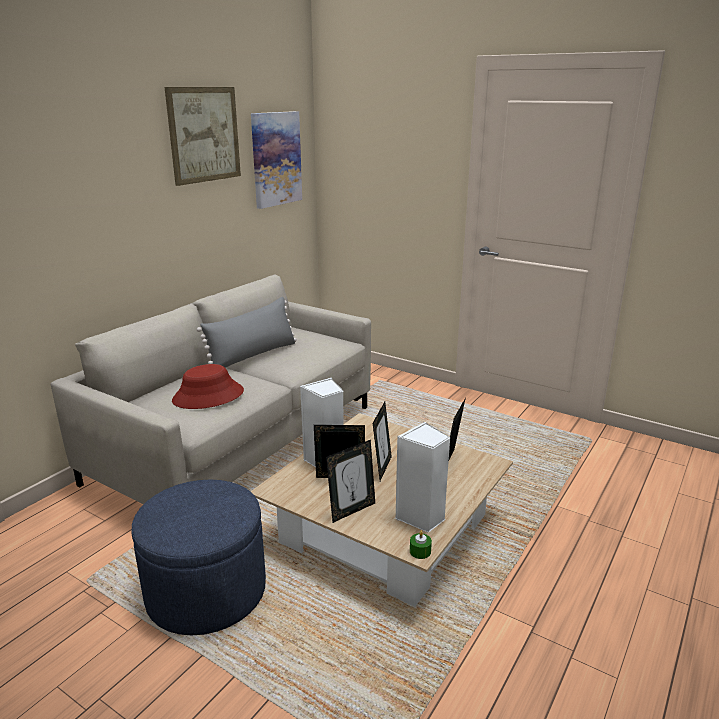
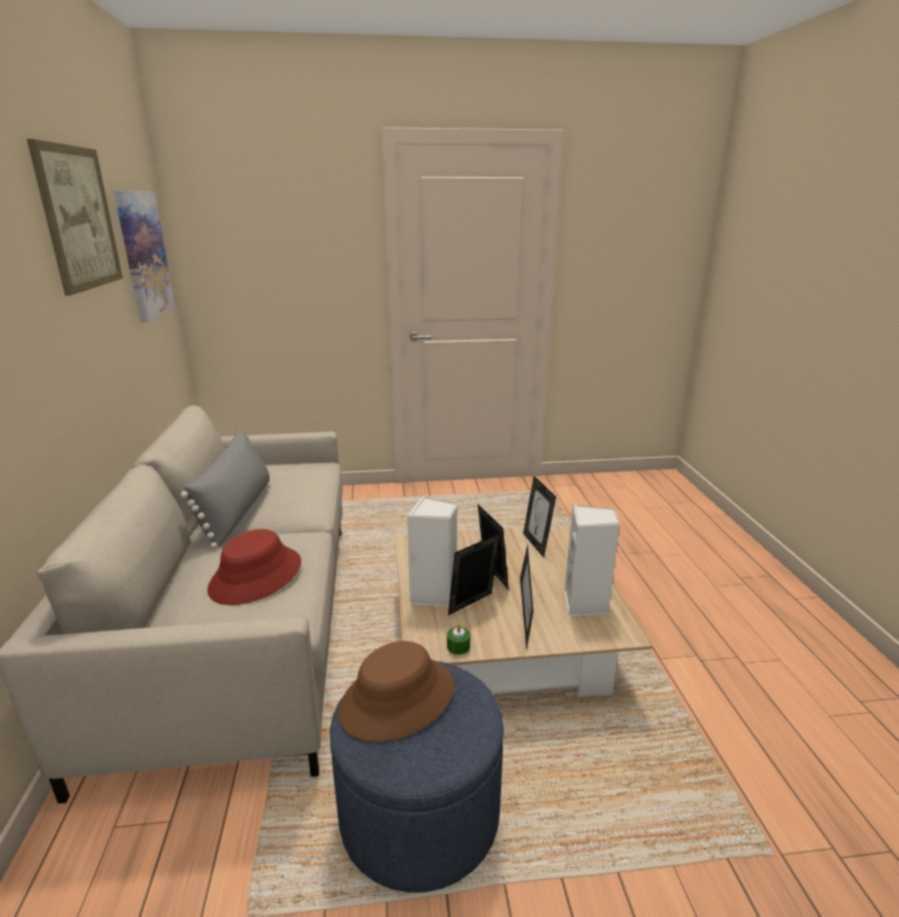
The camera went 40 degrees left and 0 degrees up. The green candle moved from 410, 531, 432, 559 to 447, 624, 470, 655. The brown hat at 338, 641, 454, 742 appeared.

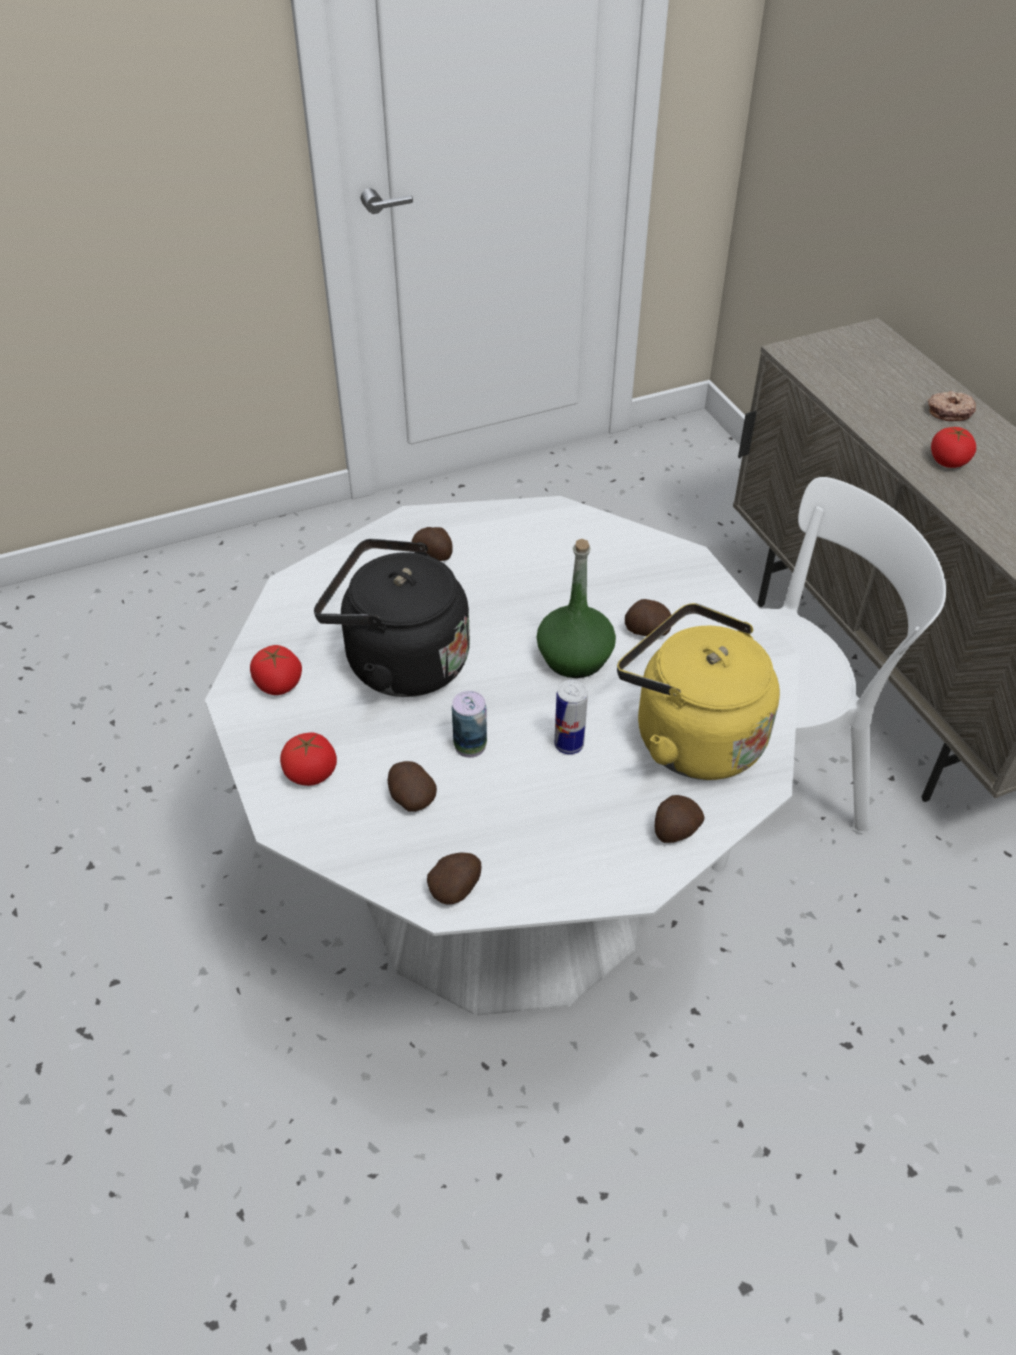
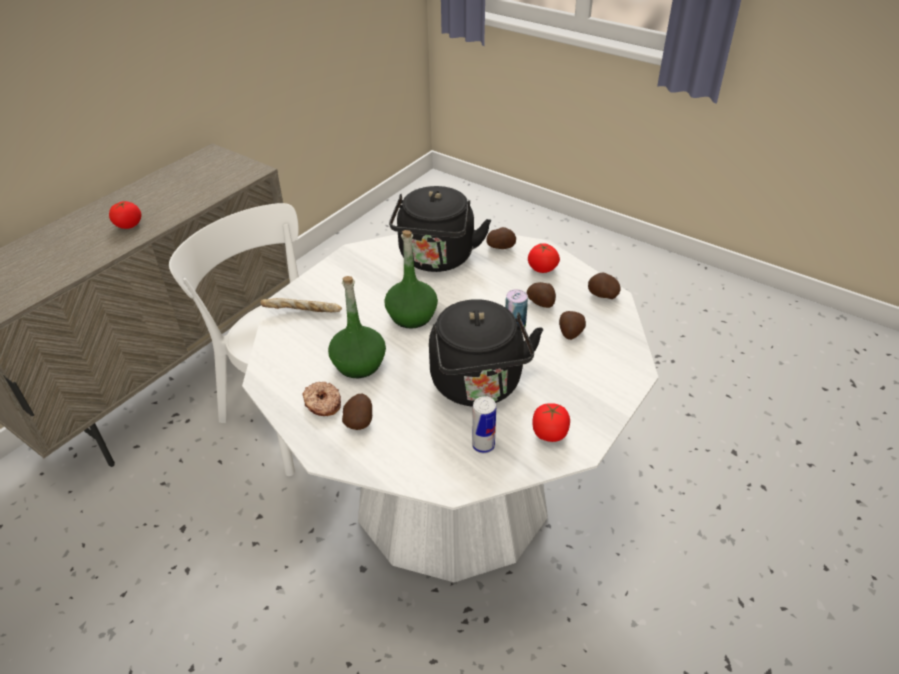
The camera went 120 degrees left and 5 degrees down. The donut moved from 928, 391, 976, 421 to 302, 381, 341, 416. The potato moved from 625, 599, 671, 636 to 527, 282, 556, 308. The yellow kettle at 617, 603, 780, 780 became the black kettle at 389, 186, 491, 272. The can moved from 554, 680, 588, 754 to 472, 396, 496, 454. The tomato moved from 280, 733, 337, 786 to 528, 243, 560, 273. The green bottle at 328, 276, 386, 378 appeared. The bread at 260, 298, 342, 312 appeared.

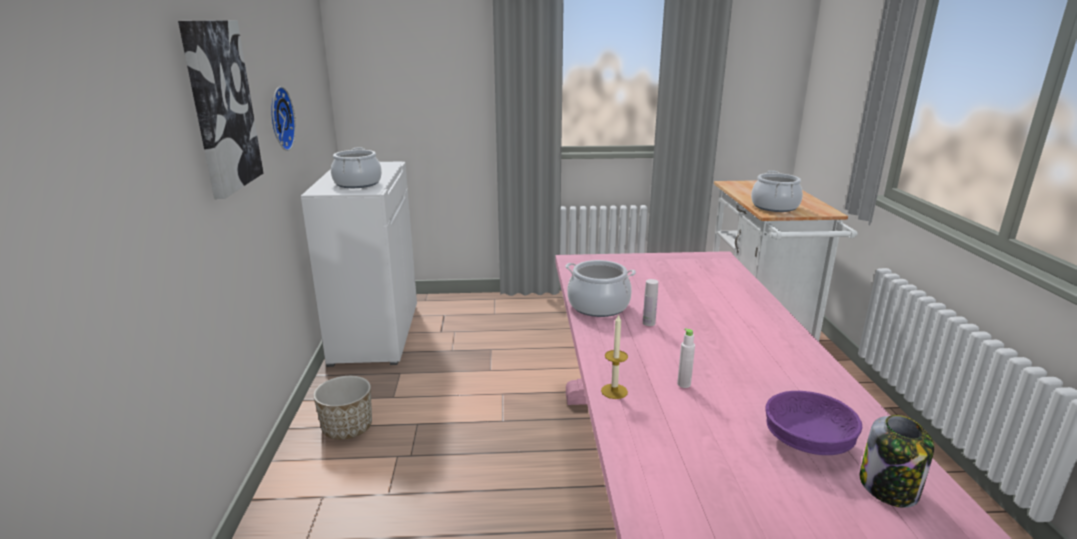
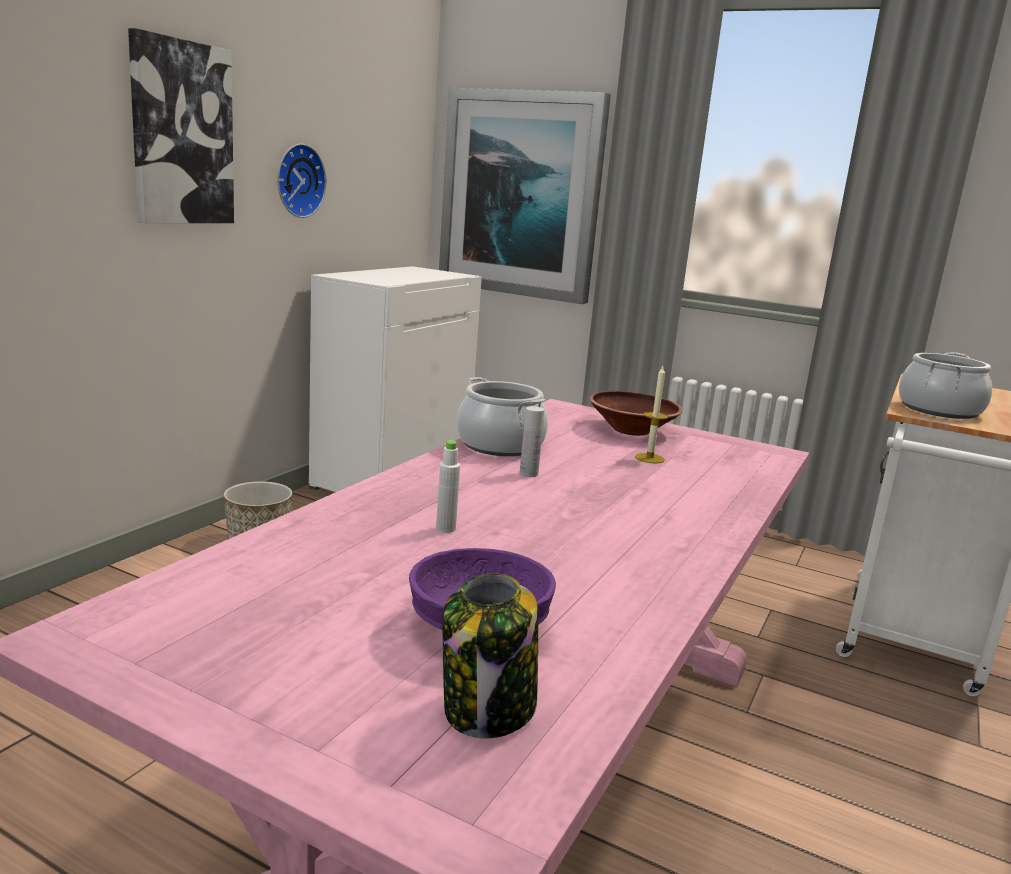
The camera went 30 degrees right and 5 degrees down. The cooking pot at 331, 147, 382, 188 disappeared. The candle moved from 601, 314, 628, 399 to 635, 366, 669, 463. The picture at 439, 88, 611, 304 appeared. The brown bowl at 589, 391, 683, 436 appeared.

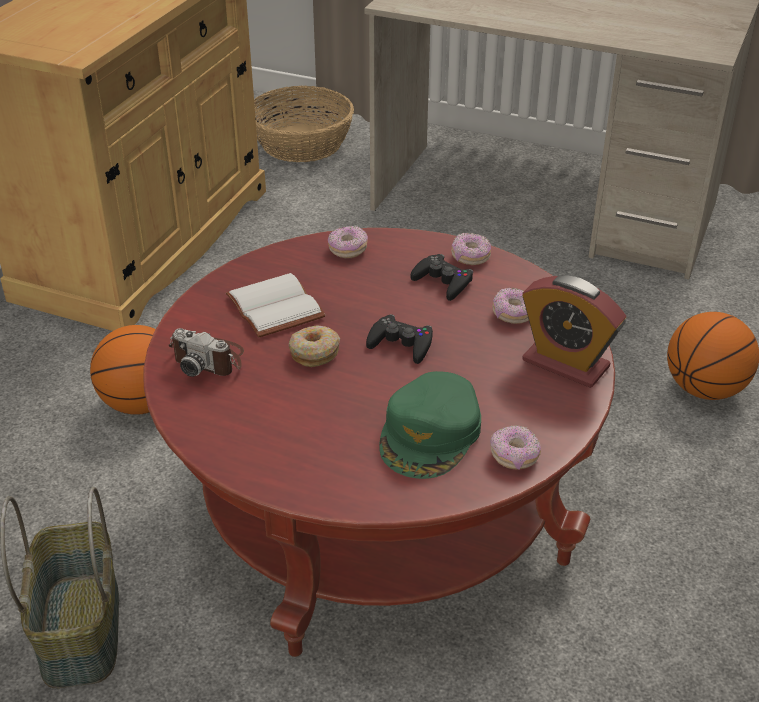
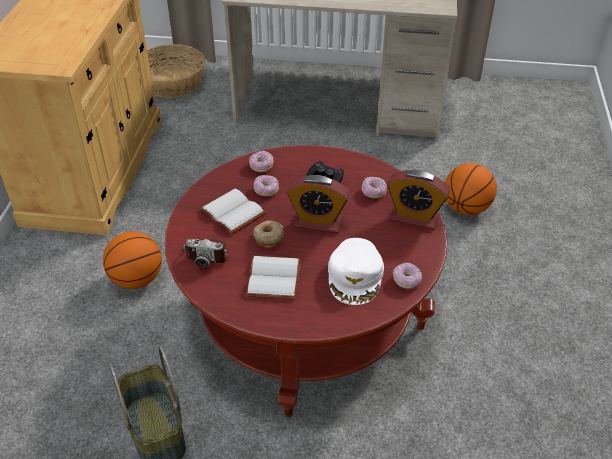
The camera went 15 degrees left and 5 degrees up. The donut moved from 451, 233, 491, 265 to 254, 175, 279, 196. The black game controller at 366, 314, 433, 364 was replaced by the alarm clock at 287, 175, 349, 234. The green cap at 379, 371, 481, 479 became the white cap at 328, 238, 384, 305. The white book at 246, 255, 301, 300 appeared.

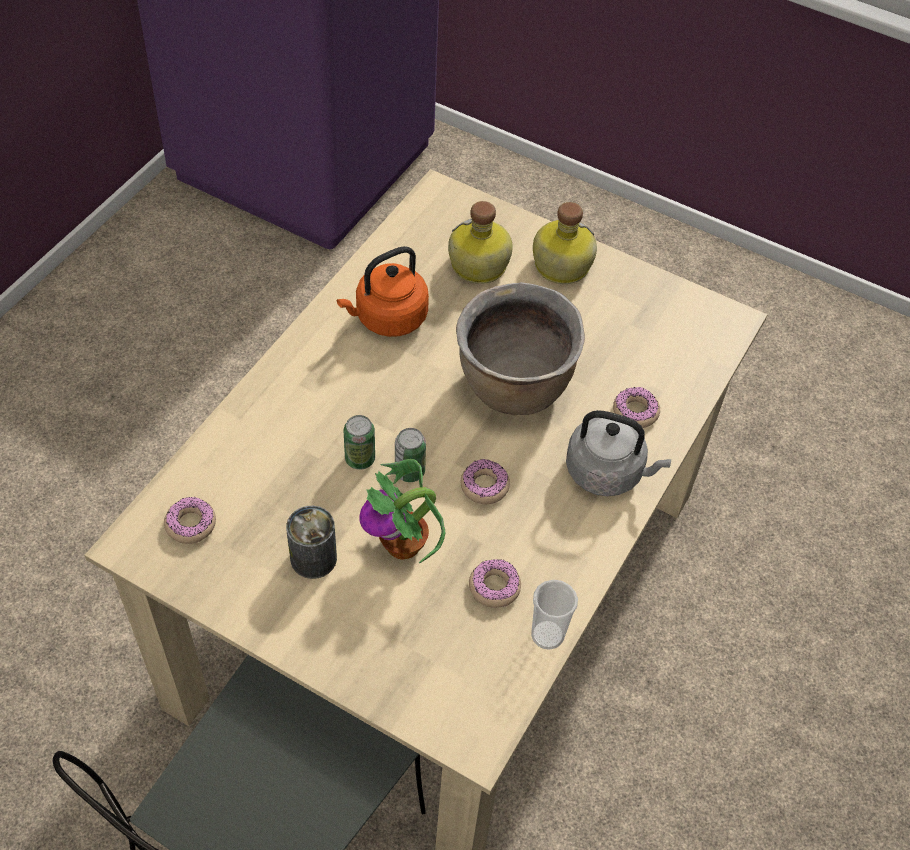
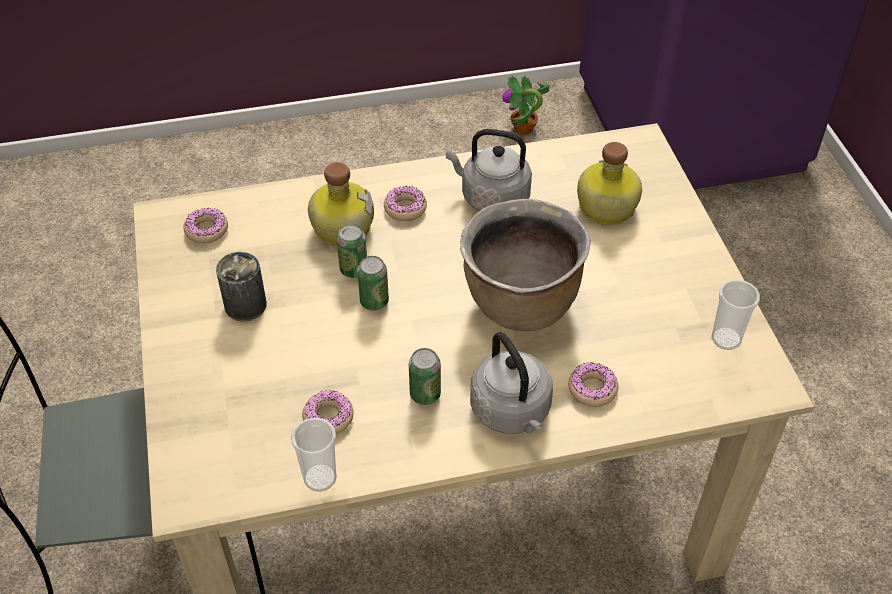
The camera went 50 degrees right and 5 degrees down. The bottle moved from 533, 202, 597, 284 to 308, 162, 374, 246. The orange kettle at 337, 246, 429, 337 became the grey kettle at 446, 129, 532, 211. The potted plant moved from 359, 459, 445, 563 to 502, 76, 550, 134. The donut moved from 461, 459, 510, 504 to 384, 186, 427, 221. The cup at 711, 280, 760, 350 appeared. The can at 409, 348, 441, 405 appeared.

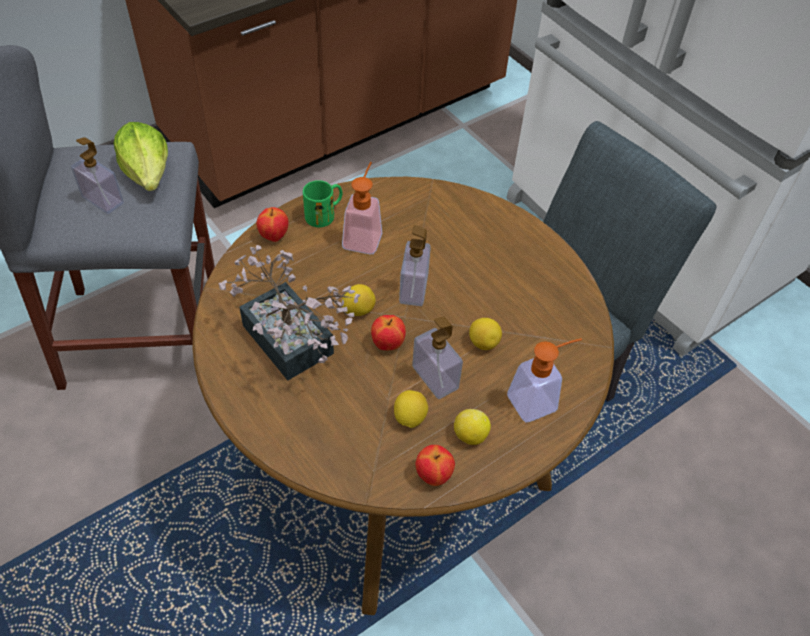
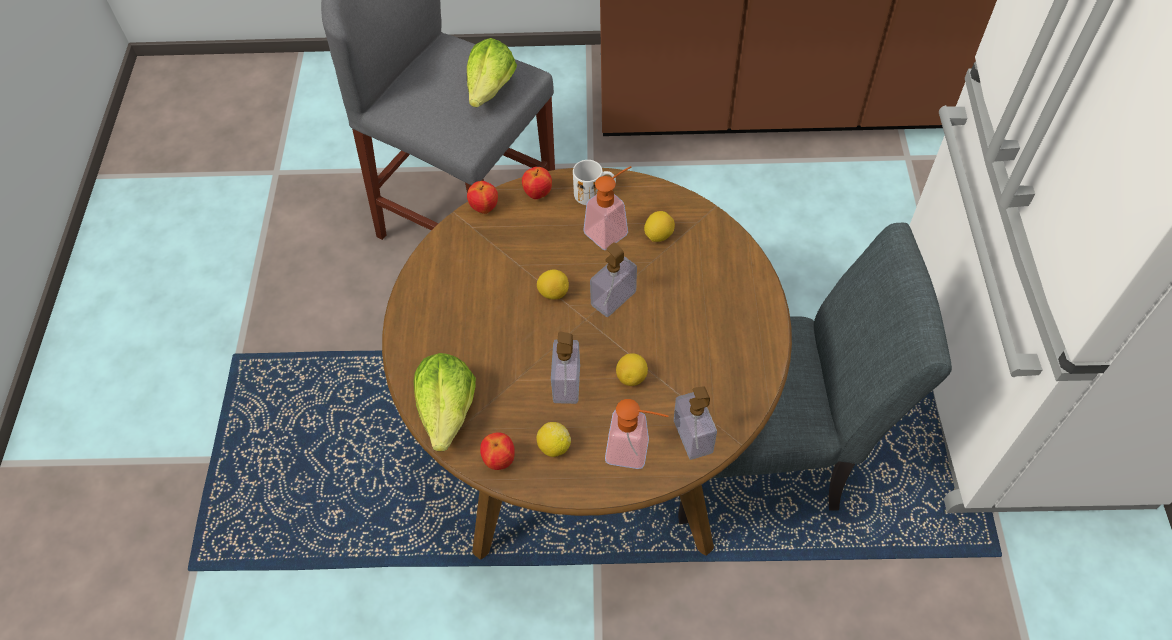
The camera went 40 degrees right and 5 degrees up. The soap dispenser moved from 71, 137, 124, 214 to 674, 387, 717, 460. The green mug at 303, 180, 343, 227 became the white mug at 573, 160, 616, 205. The potted plant at 219, 245, 360, 381 disappeared. The apple moved from 371, 315, 406, 350 to 467, 181, 498, 214. The lemon moved from 394, 390, 428, 428 to 644, 211, 675, 242. The lettuce at 414, 353, 476, 451 appeared.

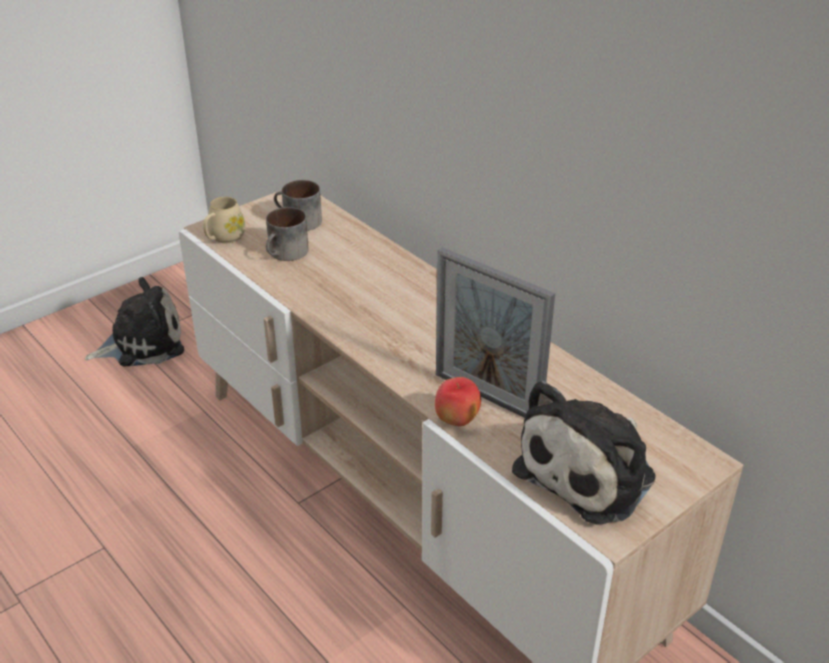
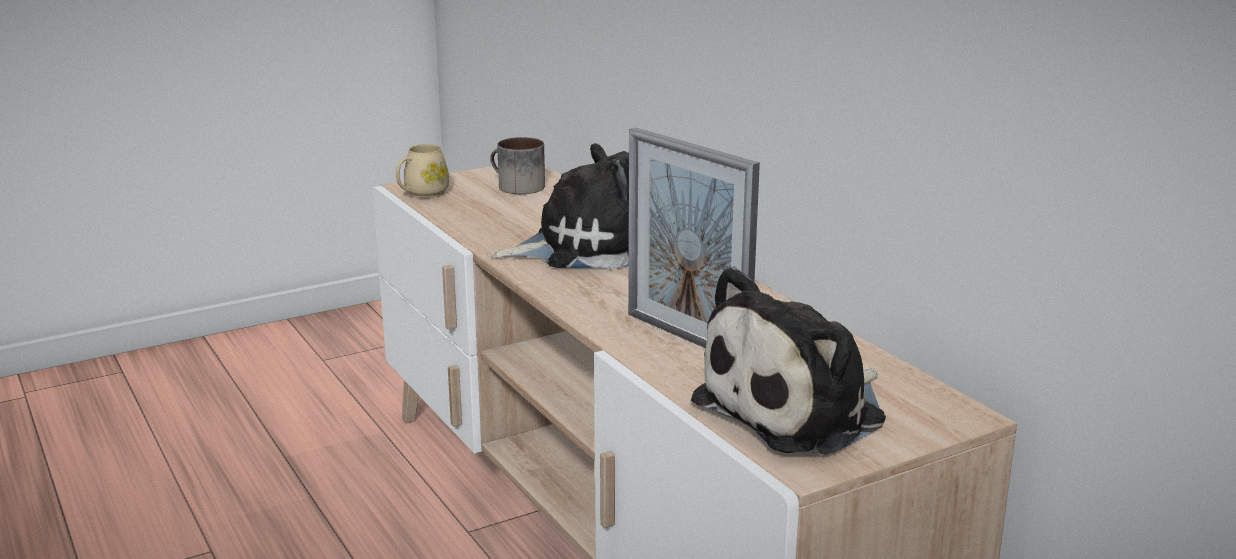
The camera went 10 degrees right and 15 degrees down. The mug at 266, 207, 309, 261 disappeared. The plush toy moved from 85, 277, 184, 367 to 491, 143, 629, 270. The apple at 435, 377, 481, 426 disappeared.

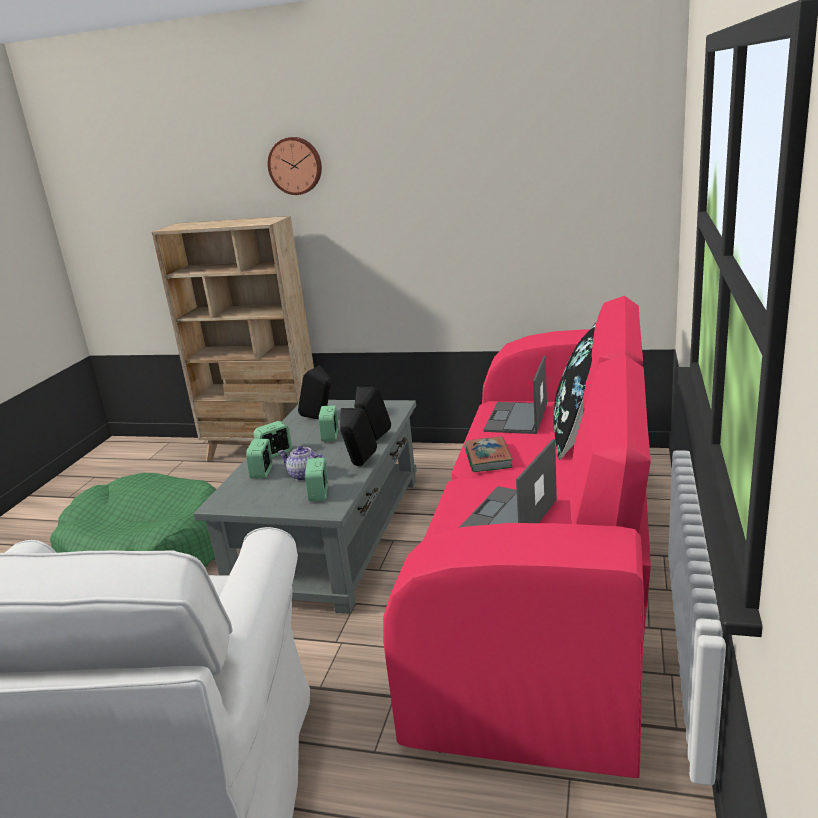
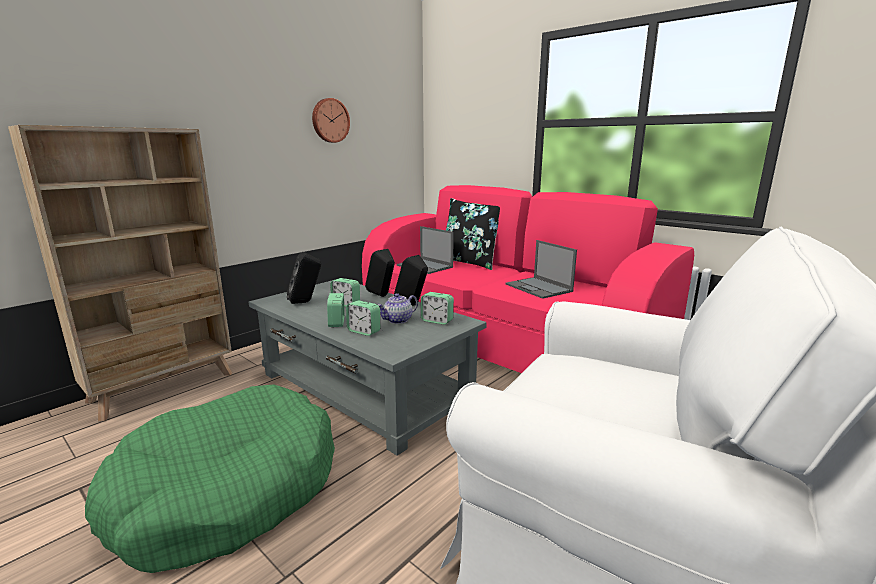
The camera went 65 degrees left and 5 degrees down. The wall clock moved from 268, 137, 322, 195 to 312, 98, 350, 143. The book at 464, 437, 513, 472 disappeared.

